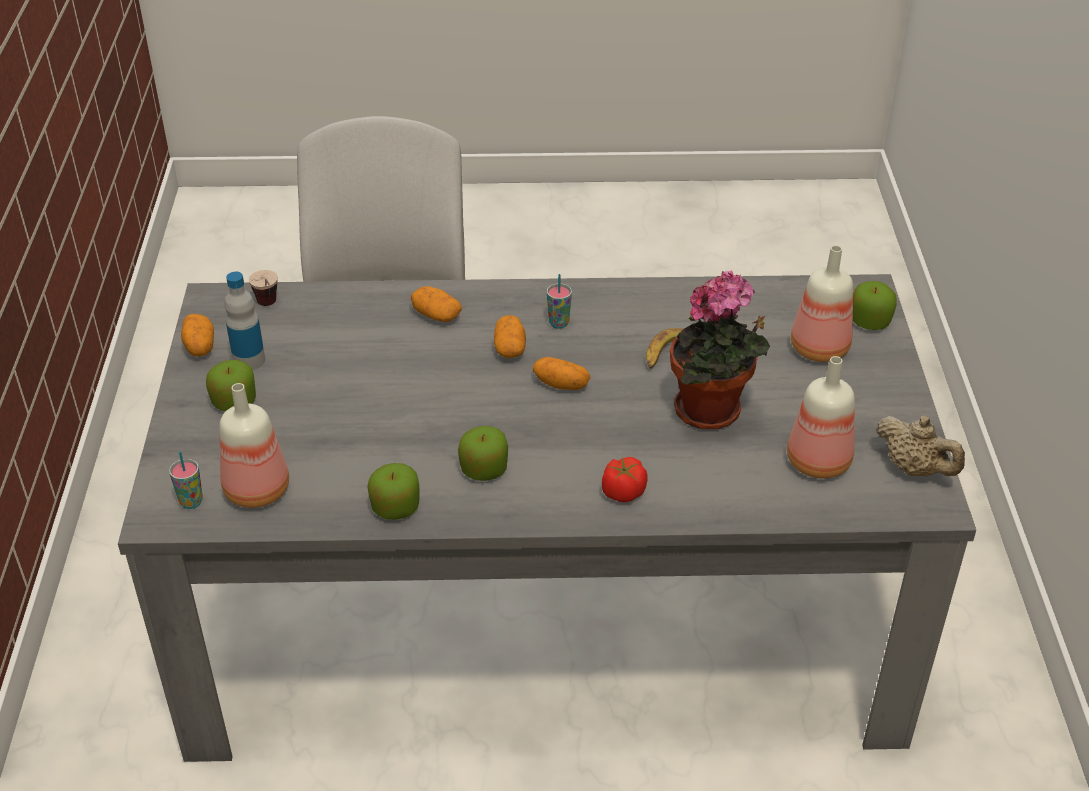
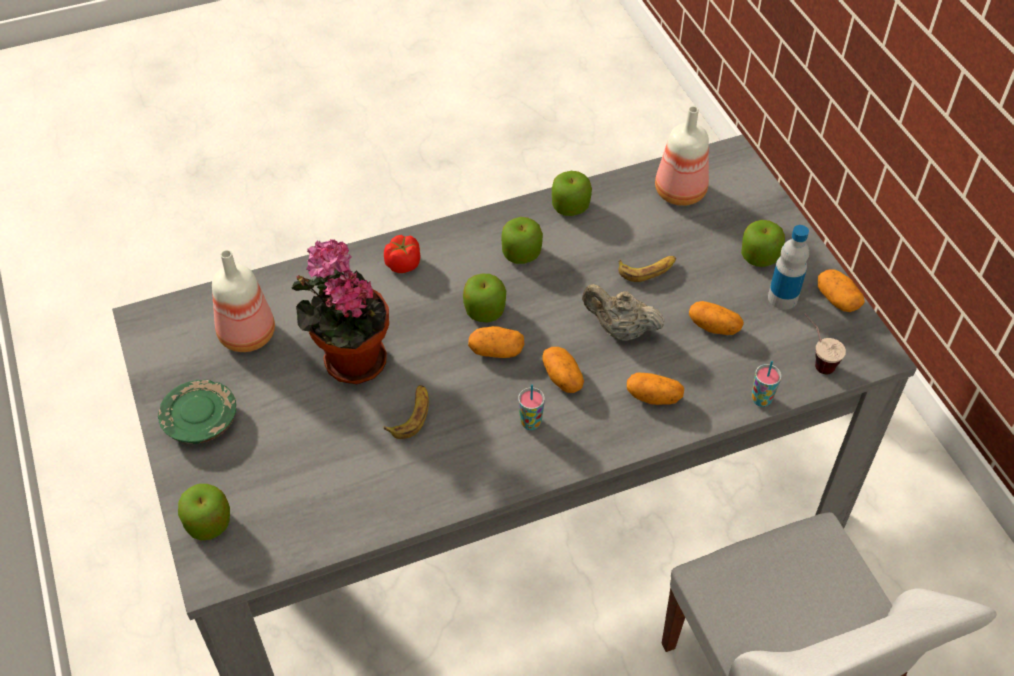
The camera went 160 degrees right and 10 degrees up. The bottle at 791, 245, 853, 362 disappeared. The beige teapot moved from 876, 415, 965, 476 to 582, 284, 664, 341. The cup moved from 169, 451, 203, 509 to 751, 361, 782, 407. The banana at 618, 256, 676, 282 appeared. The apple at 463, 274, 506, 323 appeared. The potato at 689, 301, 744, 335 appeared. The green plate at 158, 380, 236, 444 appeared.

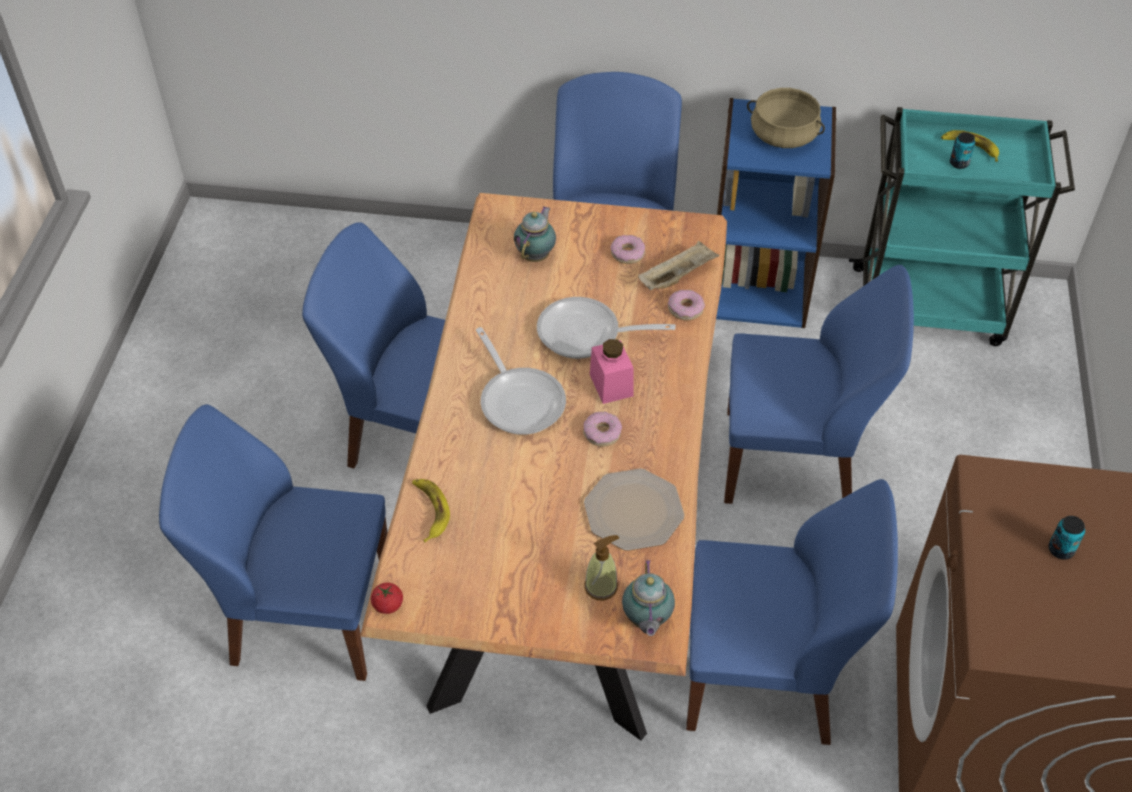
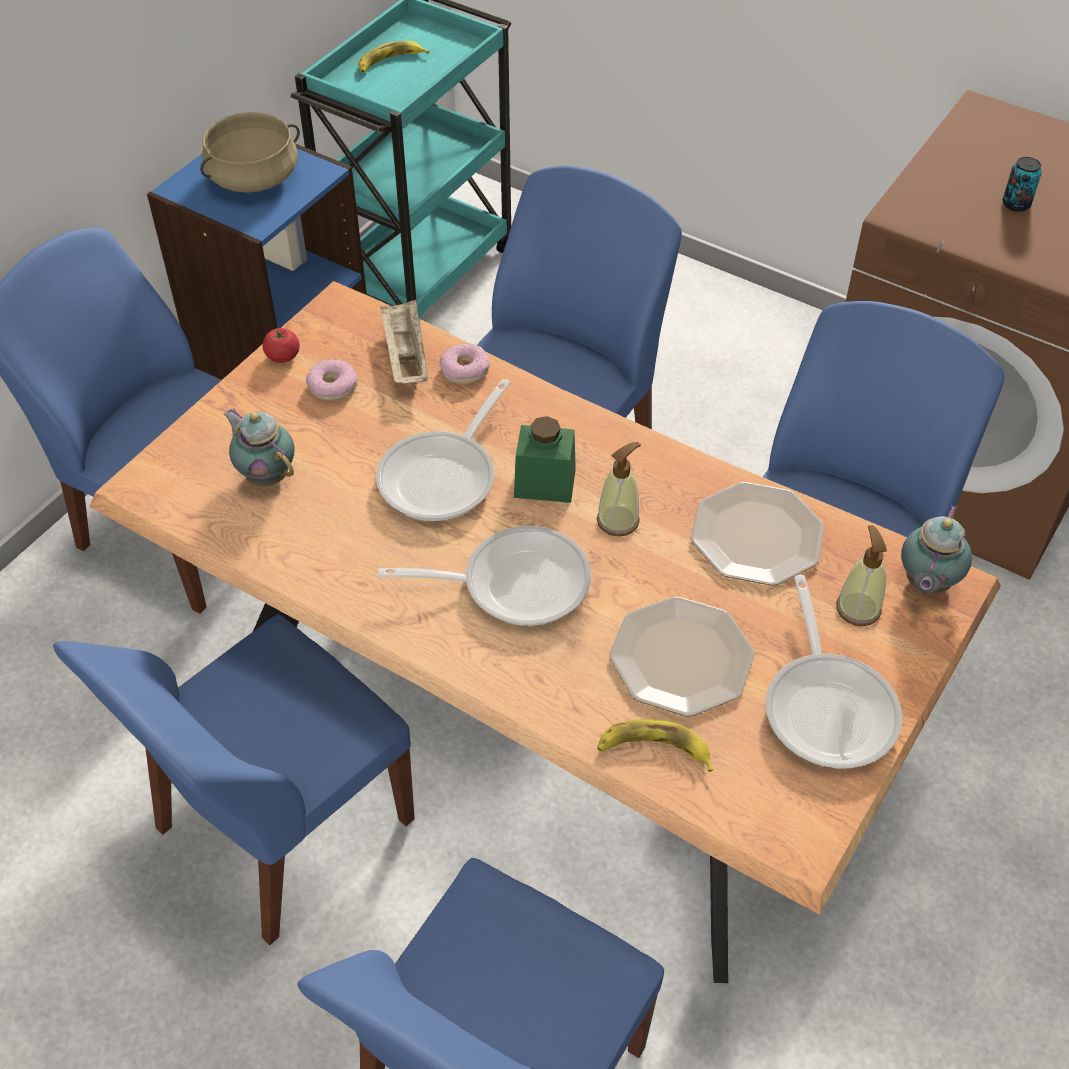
The camera went 65 degrees left and 0 degrees up. The can at 950, 132, 975, 169 disappeared. The pink jar at 590, 339, 634, 404 became the green jar at 514, 416, 576, 503. The donut at 583, 411, 622, 447 was replaced by the soap dispenser at 597, 442, 641, 537. The teapot at 622, 560, 675, 636 turned 90 degrees clockwise. The tomato moved from 371, 583, 403, 614 to 263, 328, 300, 363. The frying pan at 765, 575, 902, 768 appeared. The plate at 609, 596, 755, 716 appeared.

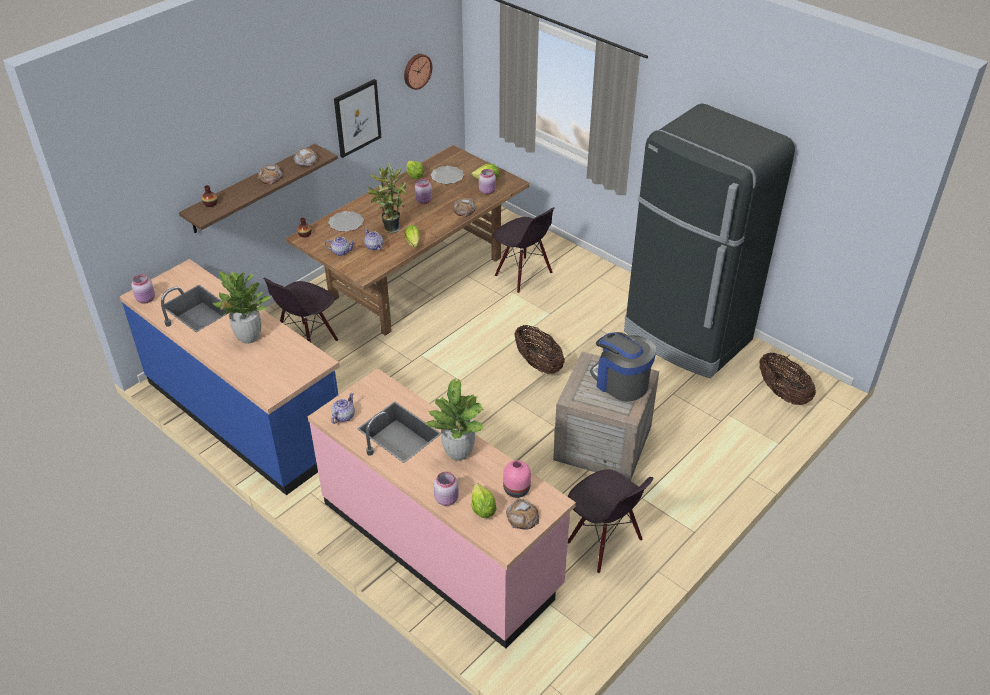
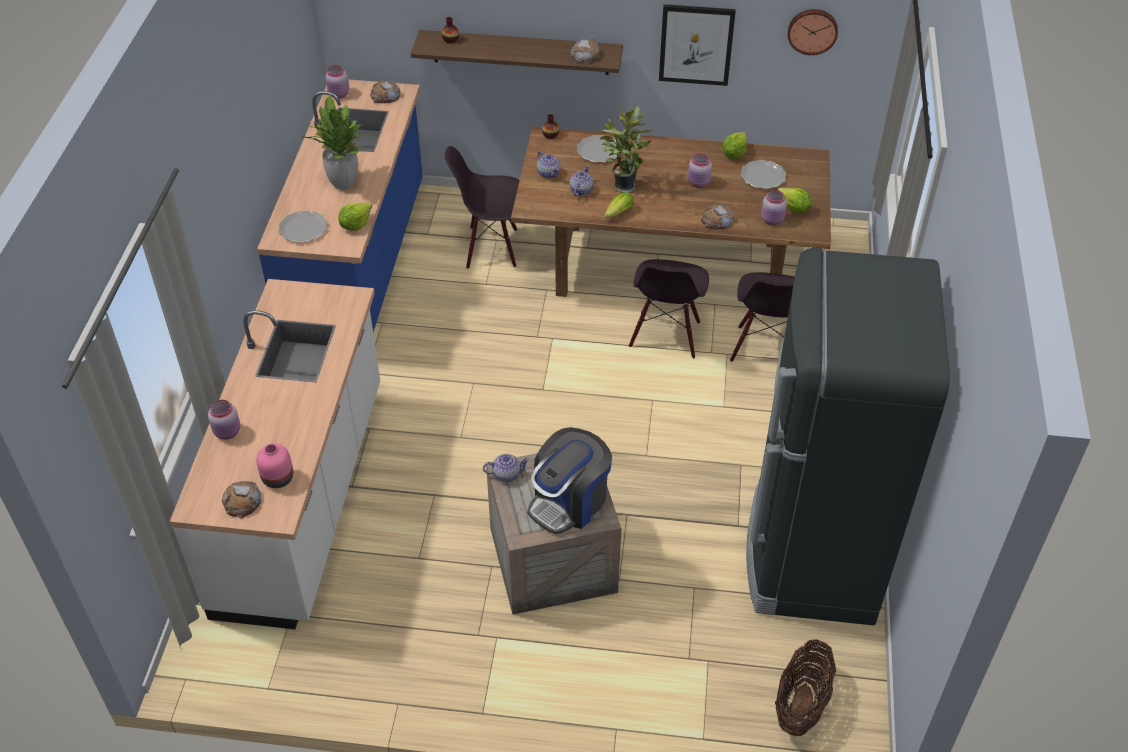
The camera went 55 degrees right and 5 degrees up. The bread moved from 258, 165, 283, 184 to 370, 80, 400, 103. The basket at 514, 325, 565, 374 disappeared. The coffee machine at 590, 332, 656, 402 turned 150 degrees counterclockwise. The pink counter at 308, 368, 576, 648 became the white counter at 170, 279, 380, 629. The potted plant at 425, 378, 484, 460 disappeared. The teapot moved from 331, 393, 355, 424 to 483, 454, 530, 482. The black chair moved from 568, 469, 653, 573 to 629, 259, 709, 359. The lettuce moved from 471, 483, 496, 518 to 338, 202, 372, 231. The plate at 278, 210, 328, 243 appeared.

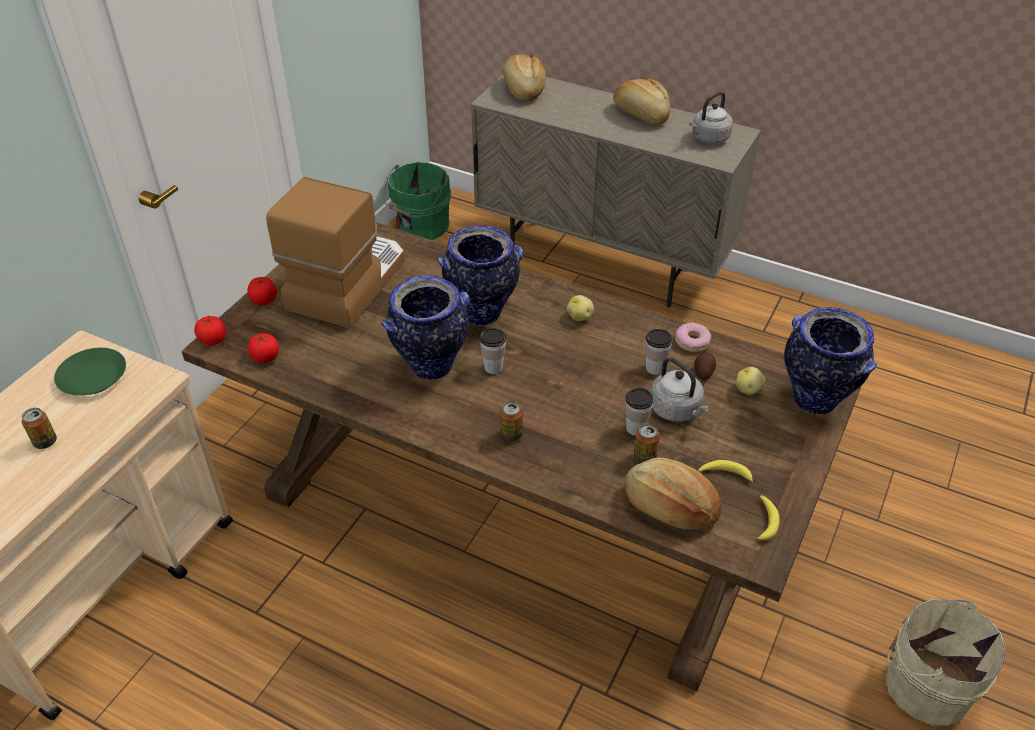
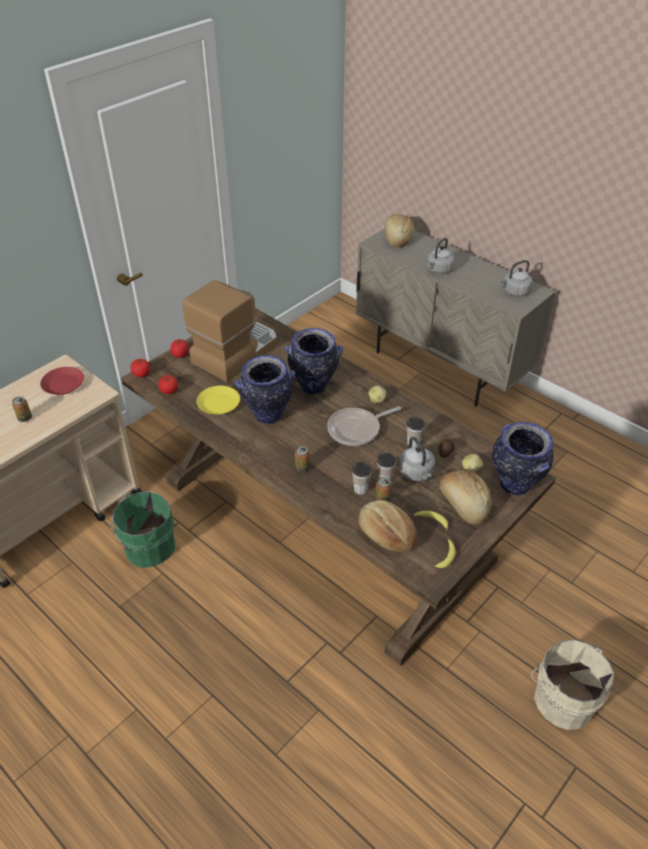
The camera went 15 degrees right and 0 degrees up. The bread moved from 613, 77, 670, 125 to 439, 470, 491, 524. The green bucket moved from 383, 162, 451, 240 to 111, 491, 175, 568. The donut at 675, 323, 711, 352 disappeared. The cup moved from 479, 328, 506, 374 to 352, 462, 371, 495. The green plate at 54, 348, 126, 395 became the red plate at 40, 367, 84, 395. The grey kettle at 427, 238, 455, 274 appeared. The yellow plate at 197, 386, 240, 415 appeared. The frying pan at 327, 406, 401, 446 appeared.

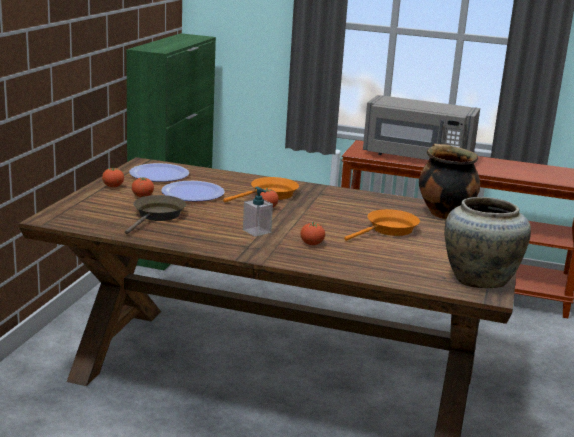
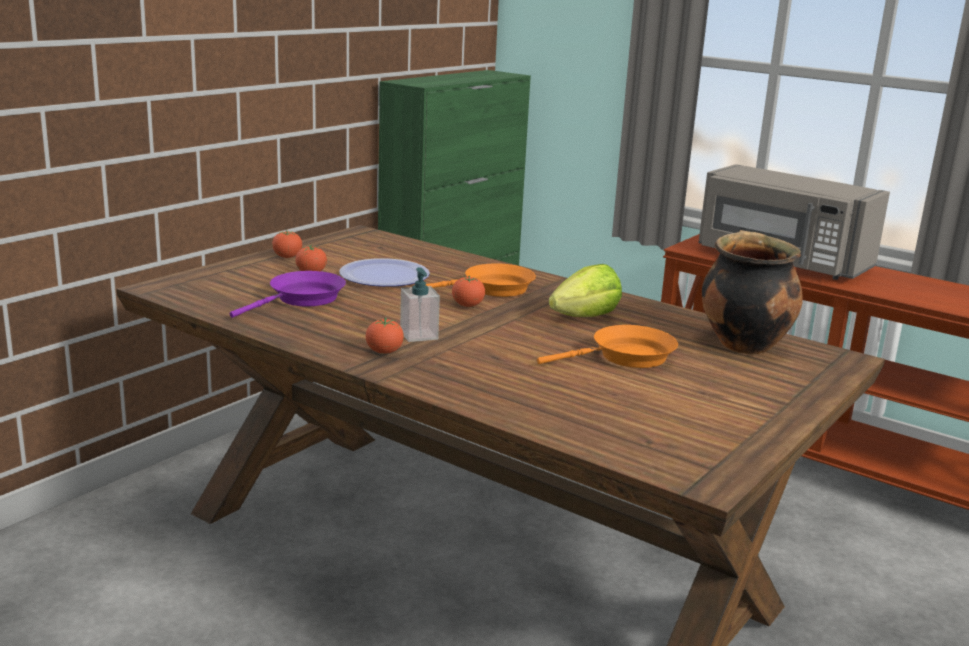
The camera went 20 degrees right and 0 degrees up. The plate at 129, 163, 189, 182 disappeared. The brown frying pan at 125, 195, 186, 234 became the purple frying pan at 230, 271, 346, 318. The beige vase at 444, 197, 531, 288 disappeared. The tomato moved from 300, 222, 325, 245 to 366, 318, 404, 354. The lettuce at 549, 264, 622, 317 appeared.

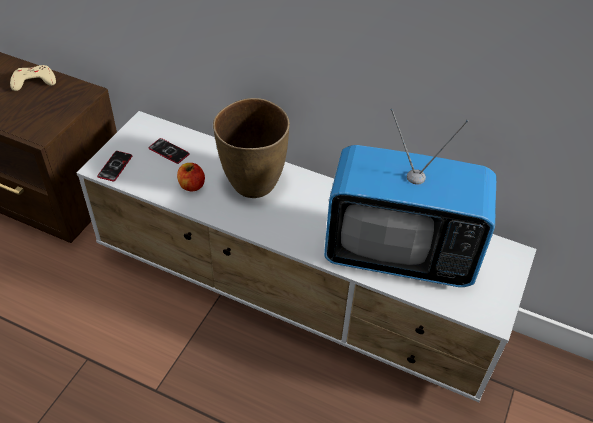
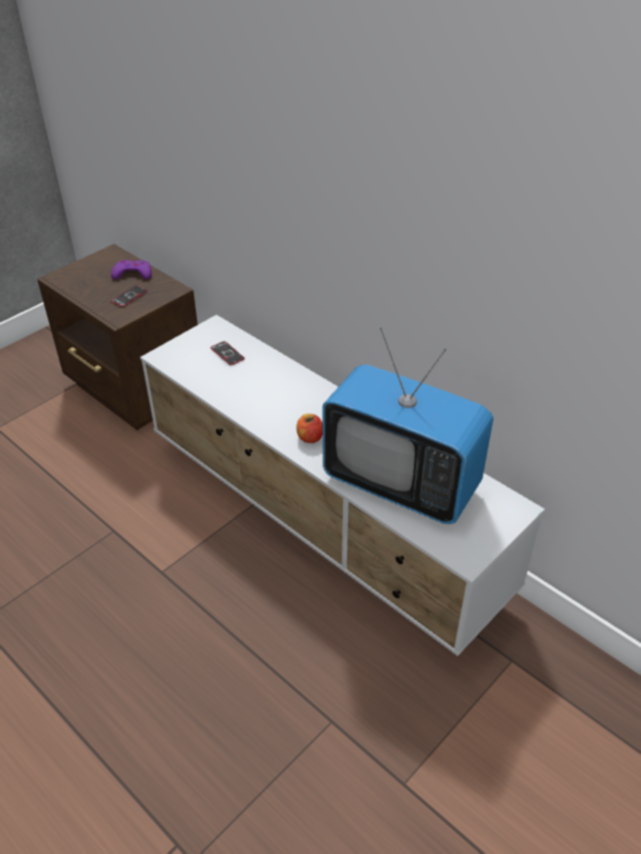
The camera went 20 degrees right and 5 degrees down. The beige game controller at 10, 65, 56, 91 became the purple game controller at 111, 260, 152, 279. The brown vase at 213, 98, 290, 198 disappeared. The phone moved from 97, 151, 132, 181 to 111, 285, 147, 307. The apple moved from 177, 163, 205, 192 to 297, 414, 323, 443.

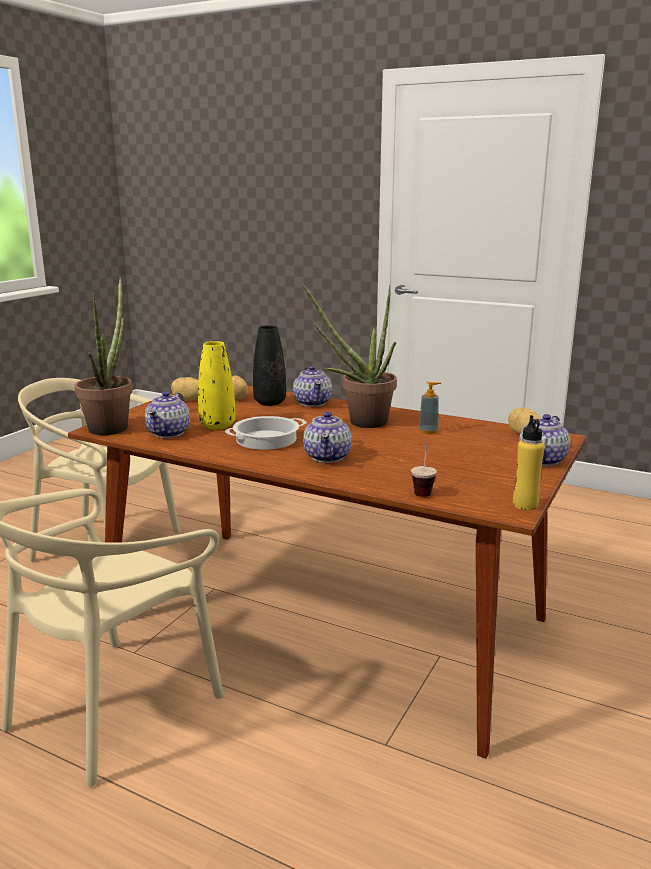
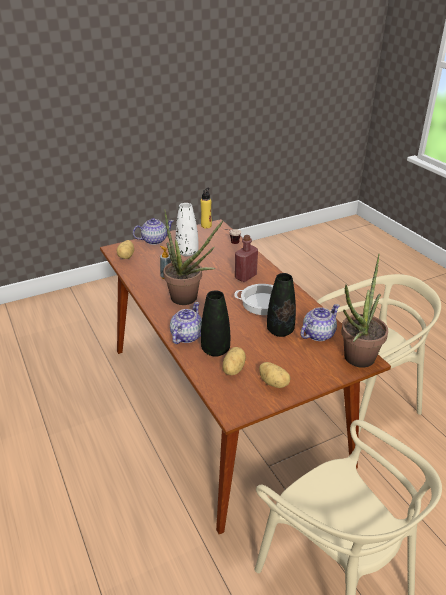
The camera went 145 degrees left and 15 degrees up. The yellow vase at 198, 341, 235, 430 became the black vase at 267, 273, 296, 337. The teapot at 303, 412, 352, 463 was replaced by the red bottle at 235, 235, 258, 282. The white vase at 176, 203, 198, 256 appeared.

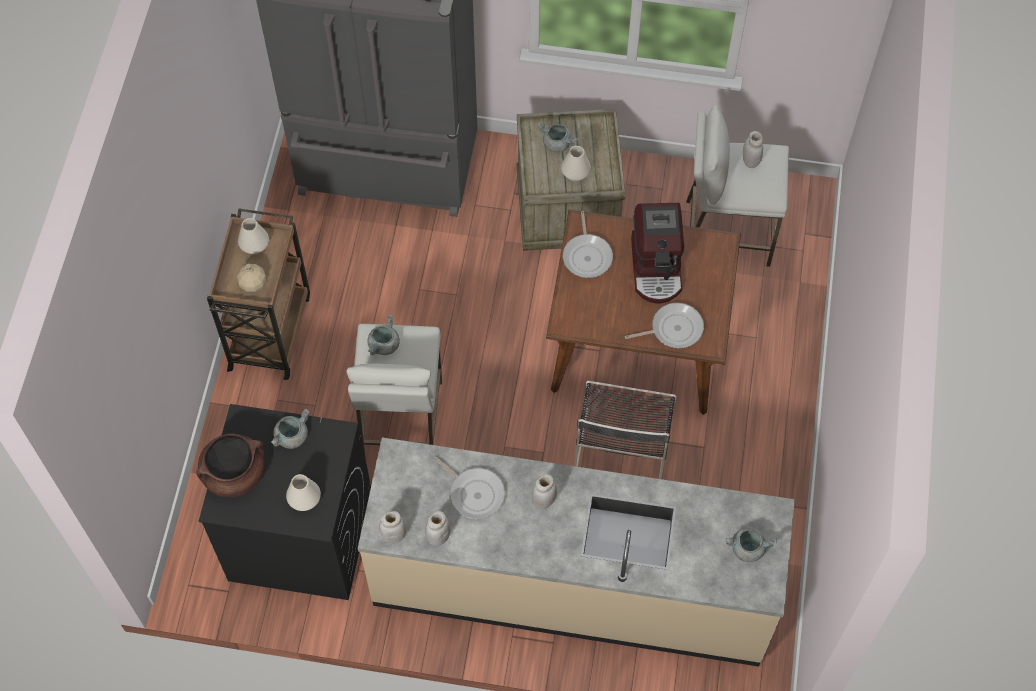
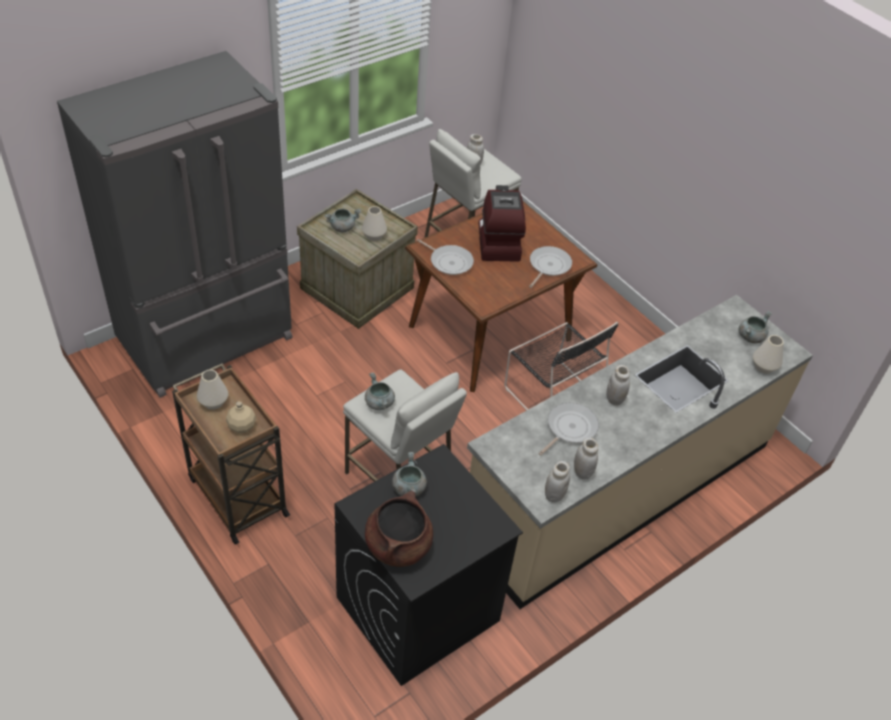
The camera went 50 degrees left and 15 degrees down. The coffee machine at 631, 203, 684, 304 turned 135 degrees counterclockwise. The frying pan at 434, 457, 505, 519 turned 45 degrees counterclockwise. The white vase moved from 286, 474, 321, 511 to 753, 335, 784, 374.

